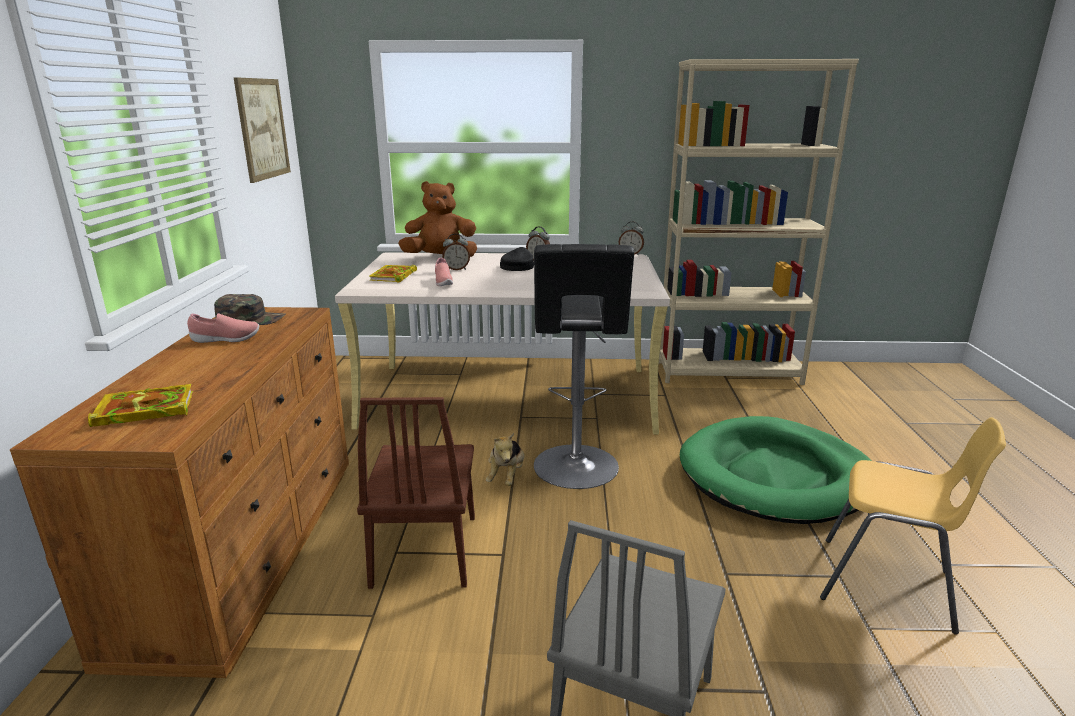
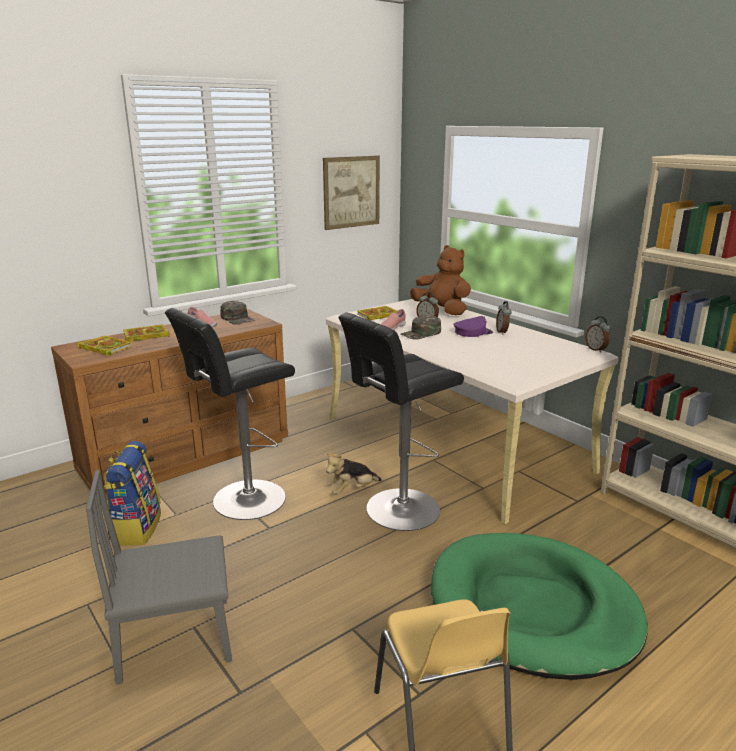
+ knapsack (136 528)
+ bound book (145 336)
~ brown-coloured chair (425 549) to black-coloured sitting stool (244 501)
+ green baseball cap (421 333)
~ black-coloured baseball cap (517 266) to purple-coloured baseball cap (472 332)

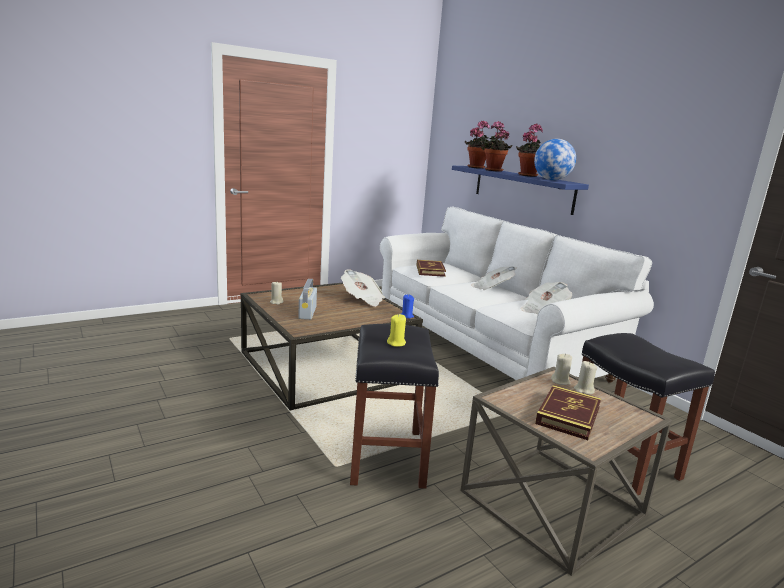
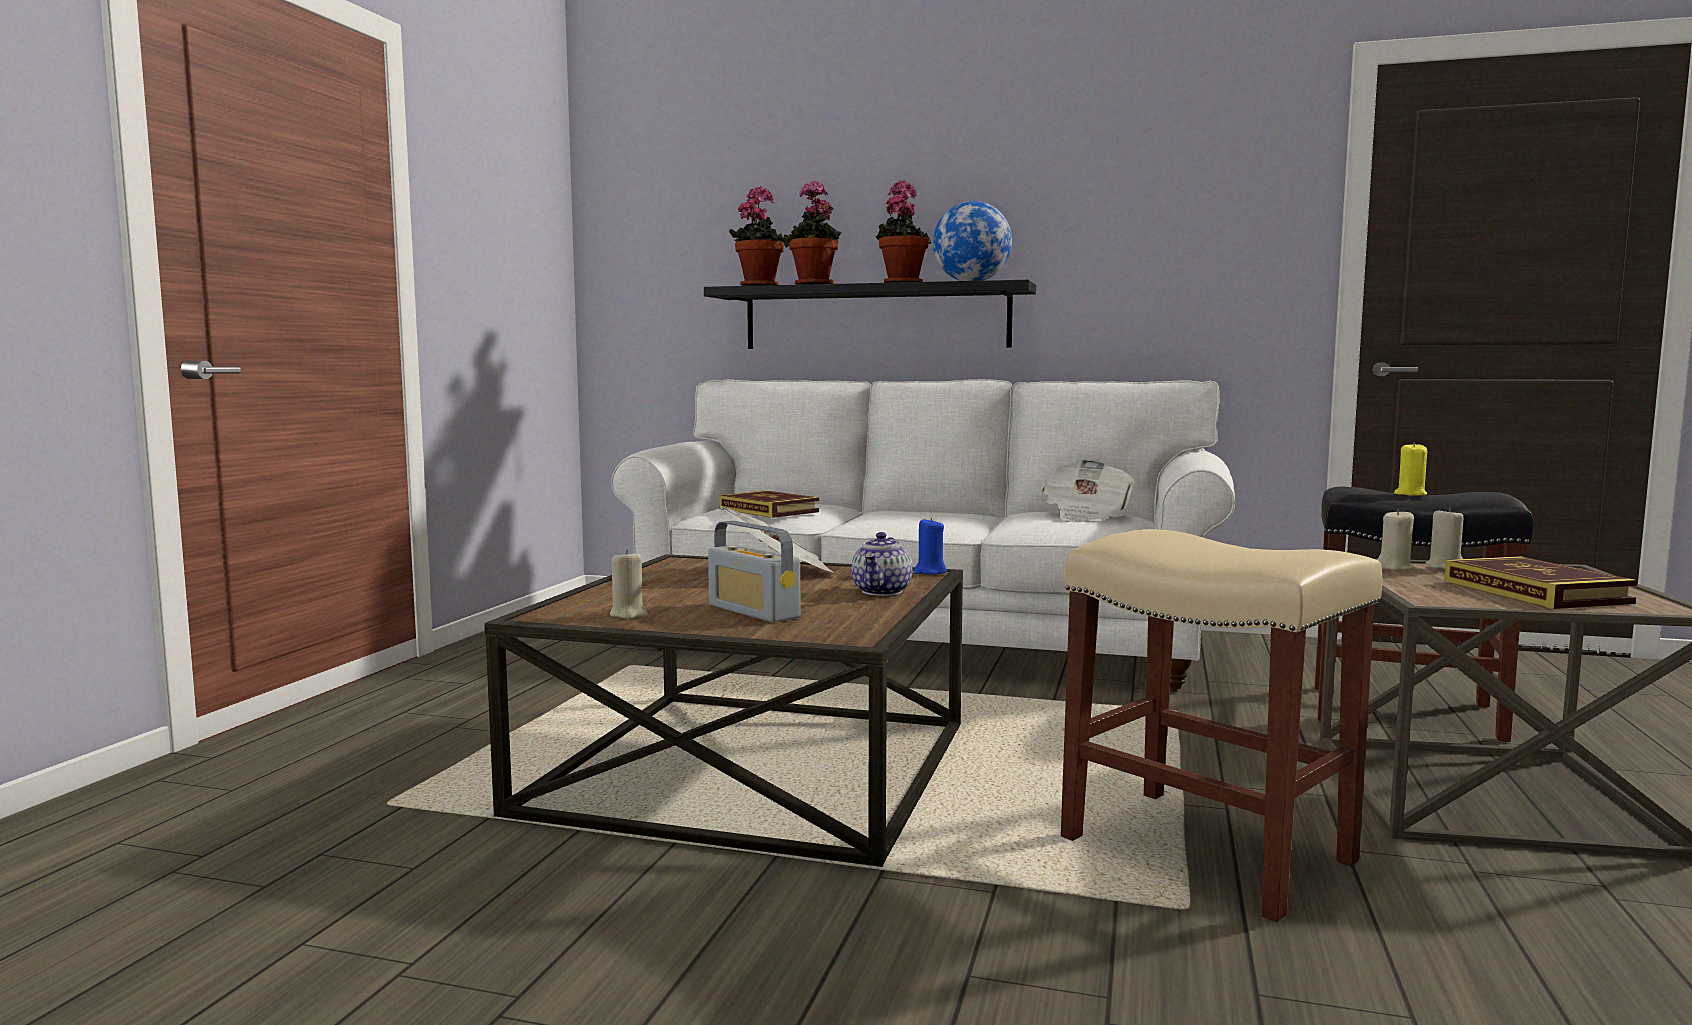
~ blue-coloured wall shelf (522 188) to black-coloured wall shelf (875 318)
+ tea pot (882 591)
~ black-coloured sitting stool (388 458) to sand-coloured sitting stool (1210 851)
~ yellow-coloured candle (396 343) to (1410 494)
- newspaper (492 288)

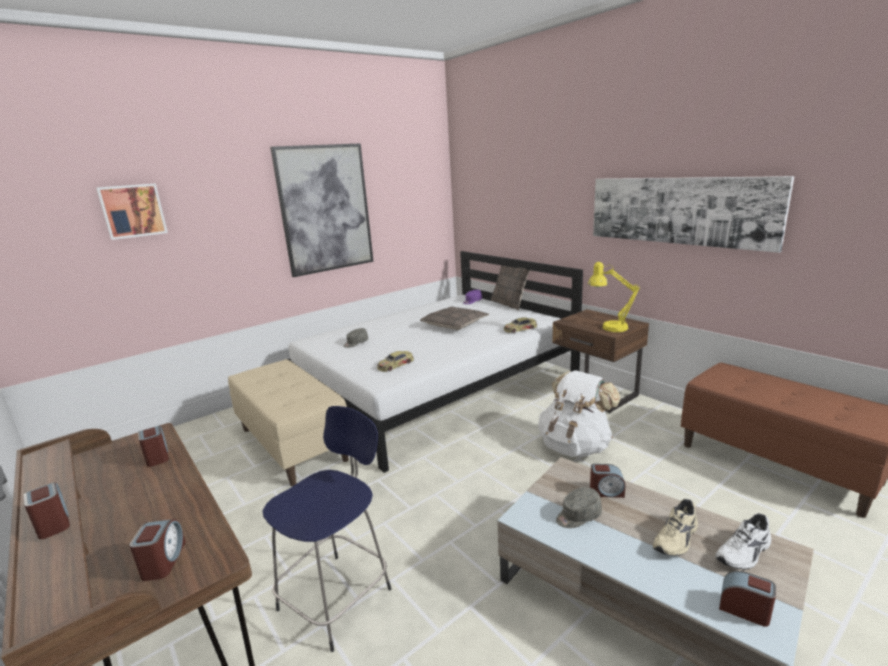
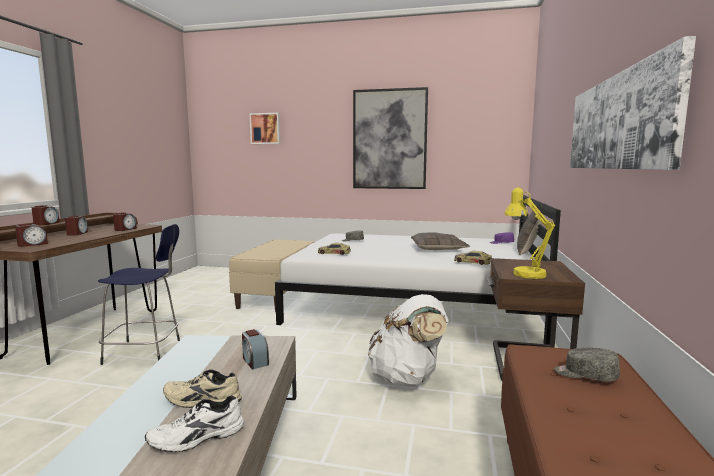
~ bedside clock (744 609) to (77 234)
~ white-coloured item of footwear (745 553) = (197 439) 45 degrees counterclockwise
~ grey baseball cap (578 516) to (585 375)

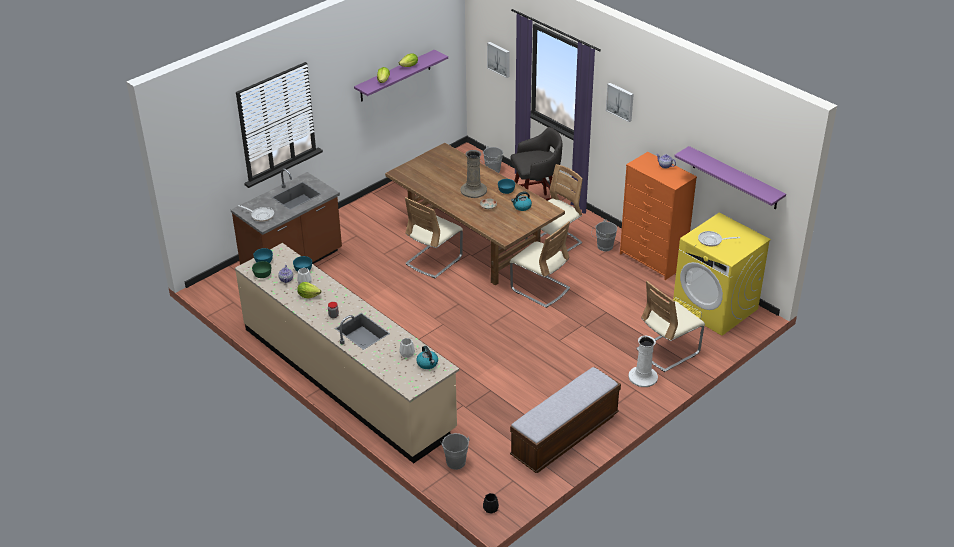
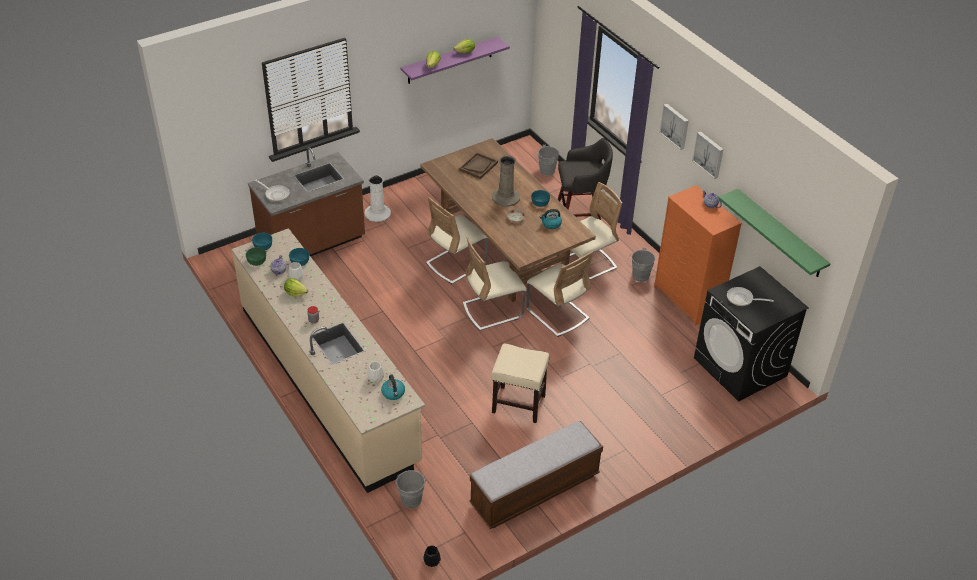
~ white-coloured decorative vase (642 377) to (377 213)
+ brown-coloured serving tray (478 166)
~ sand-coloured chair (668 351) to (492 310)
+ sand-coloured sitting stool (518 404)
~ picture (499 59) to (709 154)
~ yellow-coloured washing machine (715 308) to black-coloured washing machine (740 367)
~ purple-coloured wall shelf (735 178) to green wall shelf (780 234)

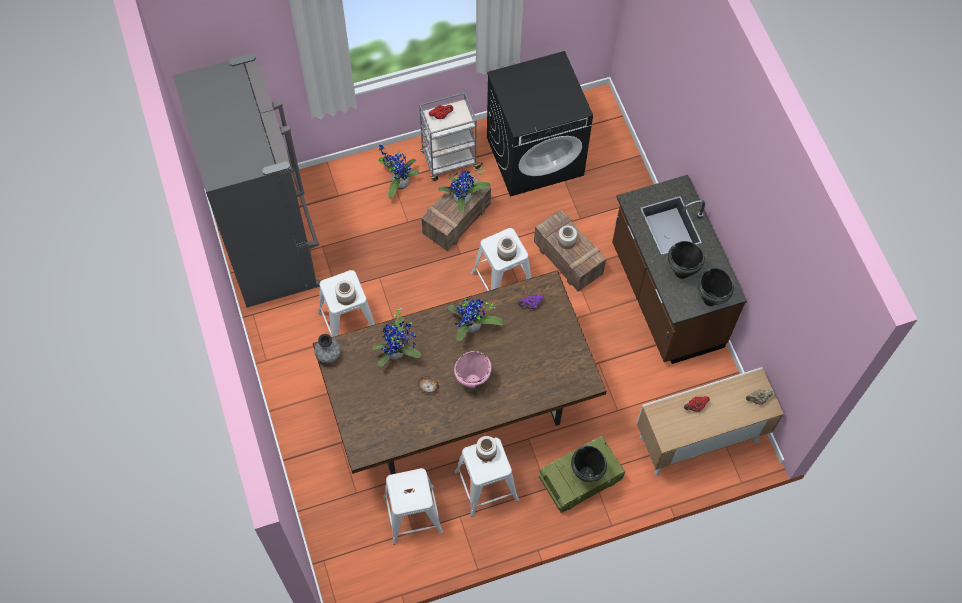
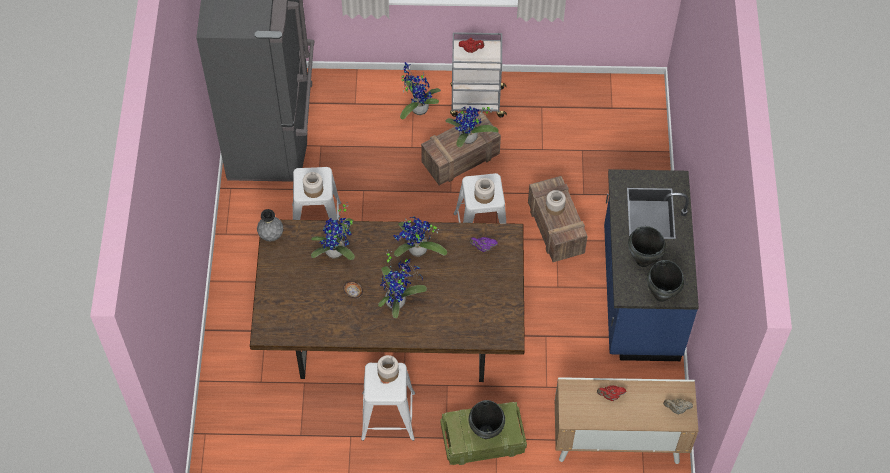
~ pink saucepot (473 381) to plant in a pot (398 301)
~ brown-coloured counter (665 297) to blue-coloured counter (638 294)
- white-coloured sitting stool (413 514)
- black-coloured washing machine (535 155)

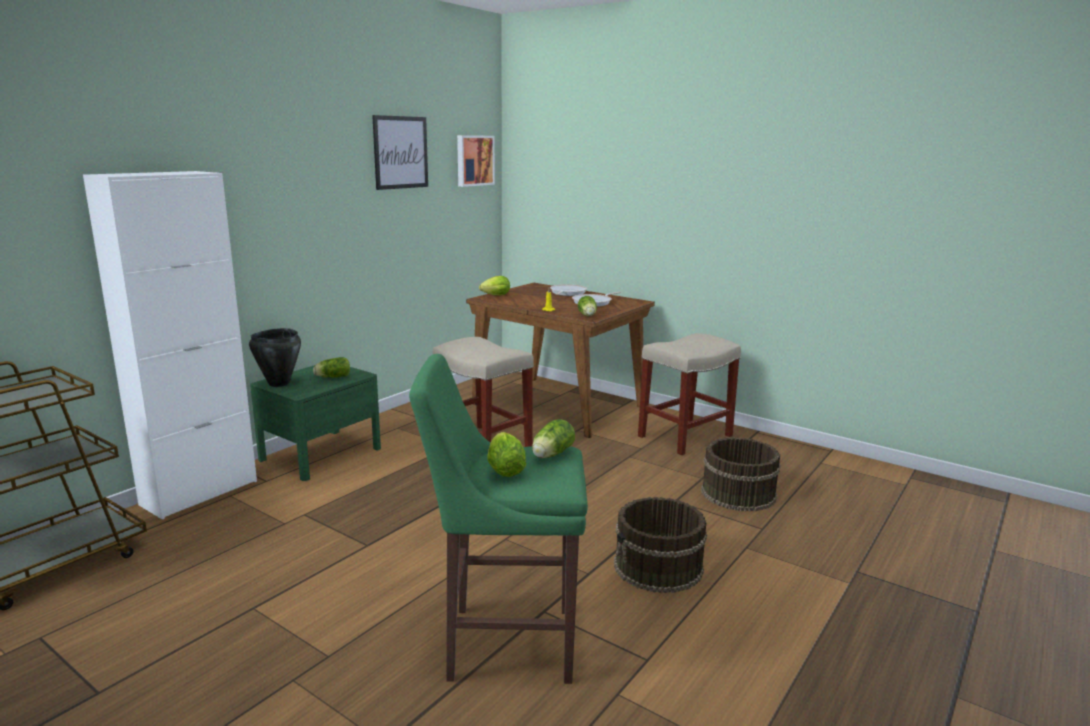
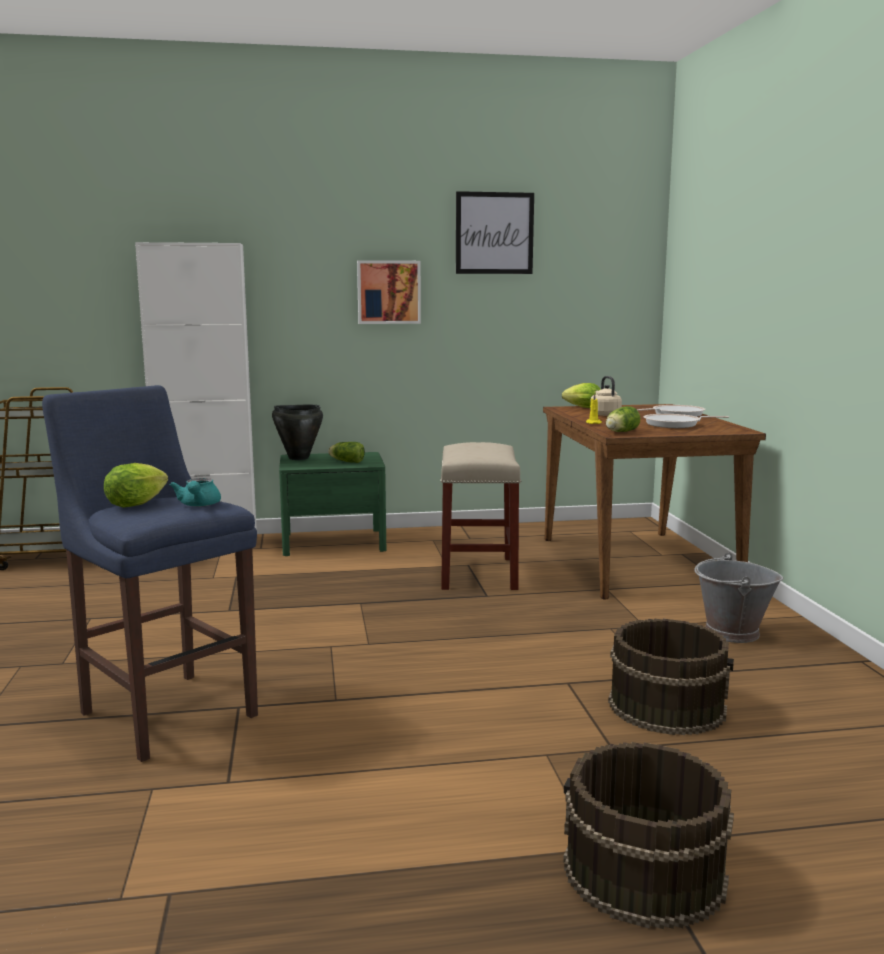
~ green sitting stool (503 642) to blue-coloured sitting stool (165 710)
~ lettuce head (551 455) to turquoise-coloured tea pot (198 505)
~ picture (474 160) to (388 292)
~ brown-coloured bucket (658 567) to (643 873)
+ sand-coloured water kettle (604 414)
~ sand-coloured sitting stool (684 436) to grey bucket (731 633)

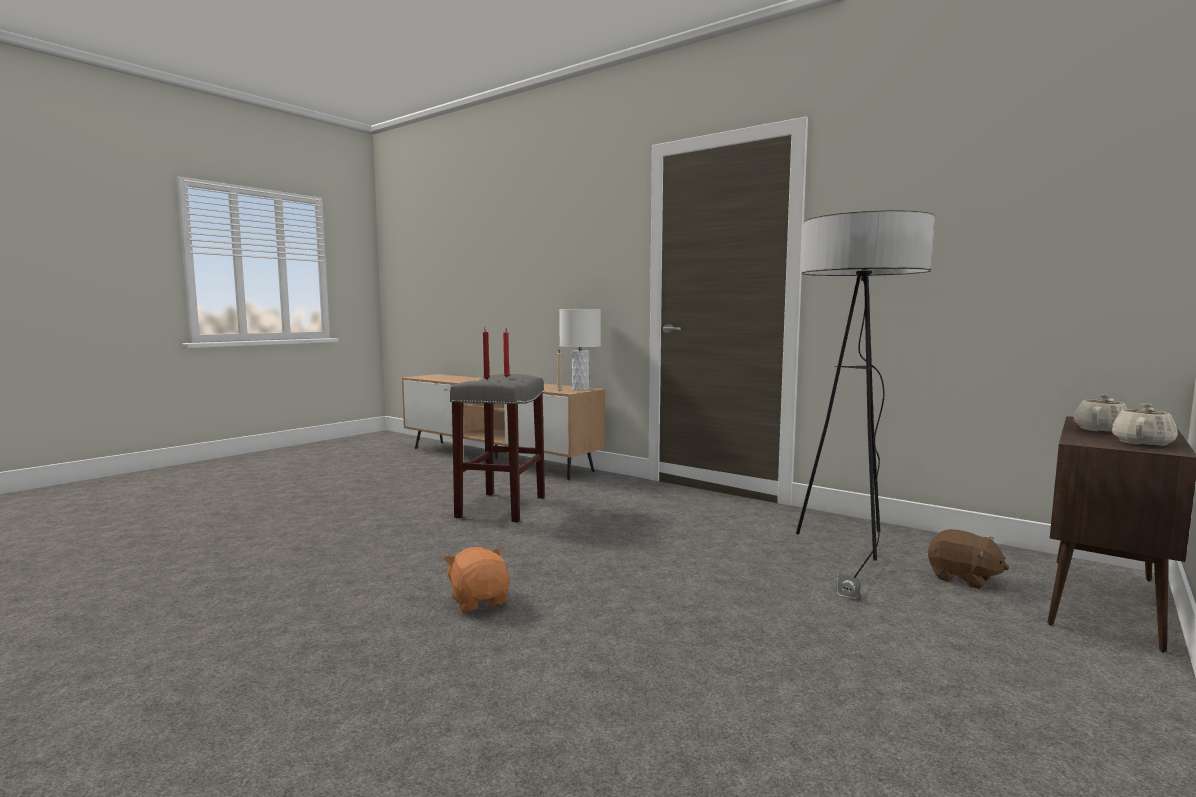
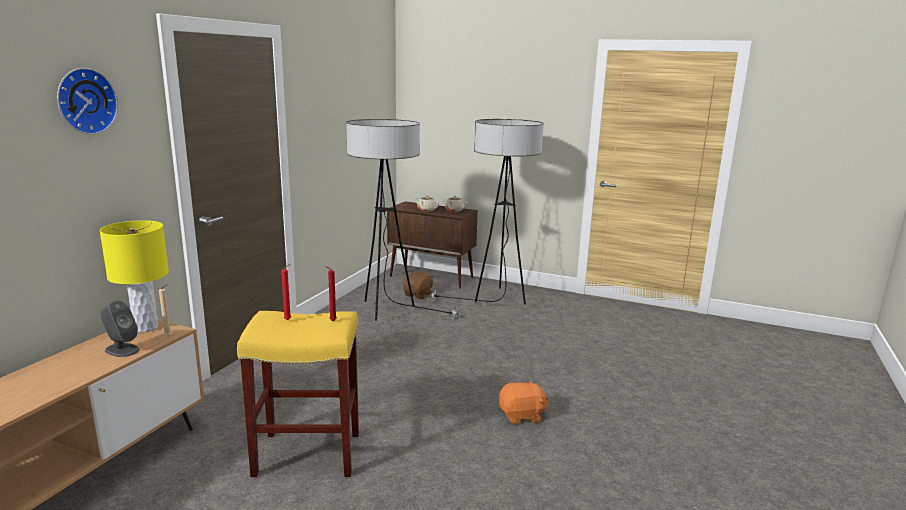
+ clock on the wall (84 101)
~ white-coloured lamp for a table (580 389) to yellow-coloured lamp for a table (145 328)
+ grey speaker (122 350)
~ grey sitting stool (502 507) to yellow-coloured sitting stool (309 453)
+ standing lamp (496 302)
~ orange plush toy (479 600) = (522 416) 150 degrees counterclockwise

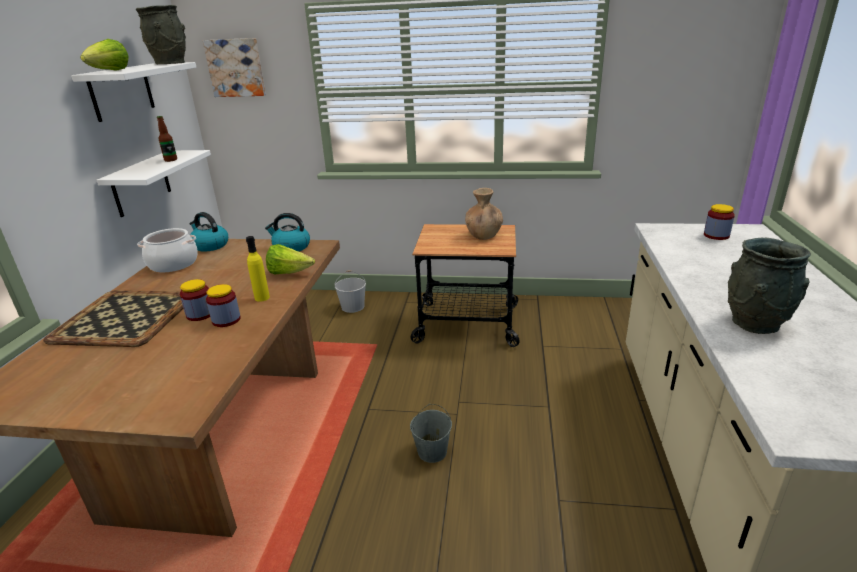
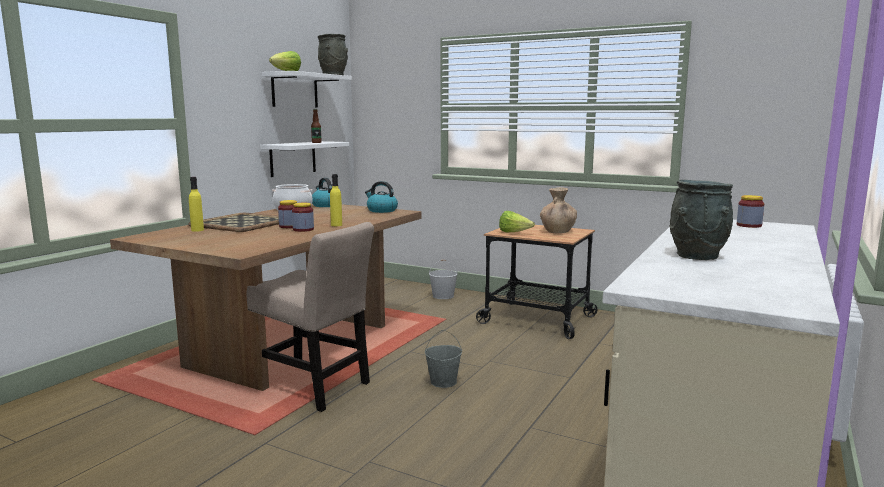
+ yellow-coloured beverage bottle (197 230)
+ sand-coloured chair (315 387)
~ lettuce head (289 273) to (514 233)
- picture (236 67)

